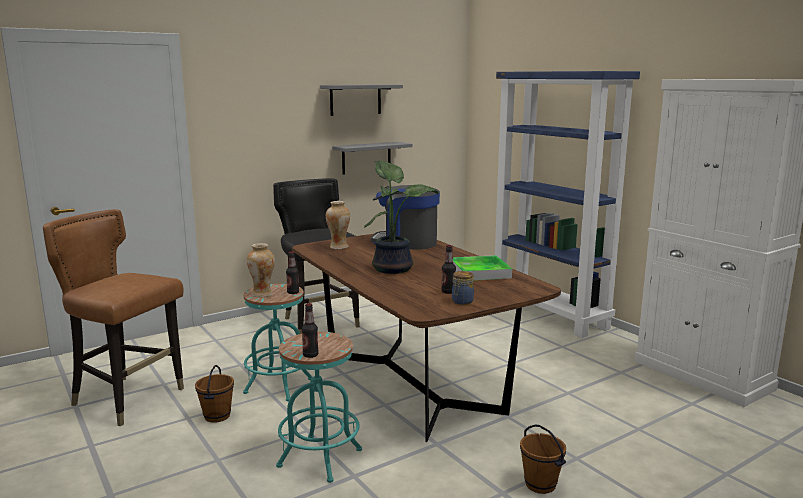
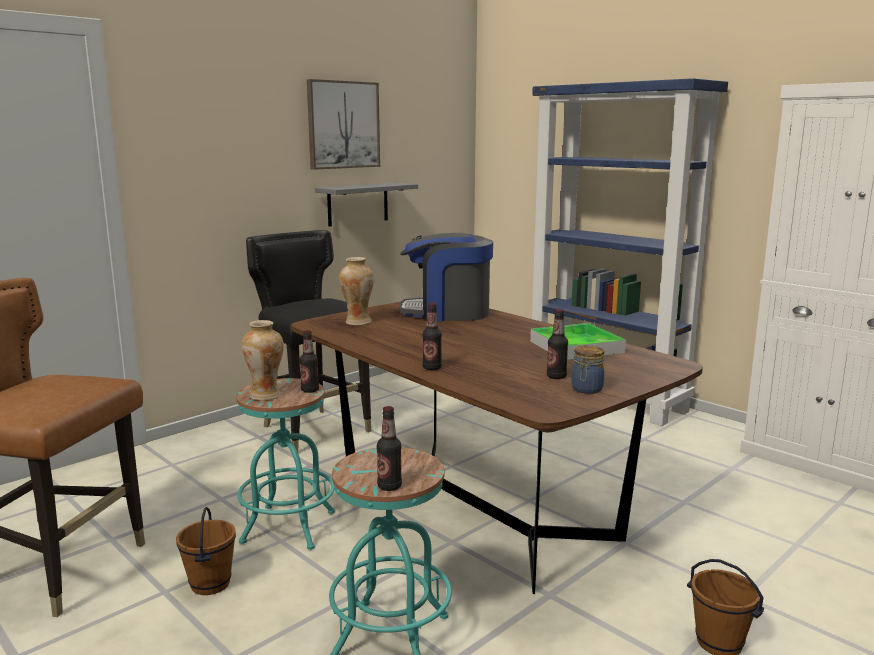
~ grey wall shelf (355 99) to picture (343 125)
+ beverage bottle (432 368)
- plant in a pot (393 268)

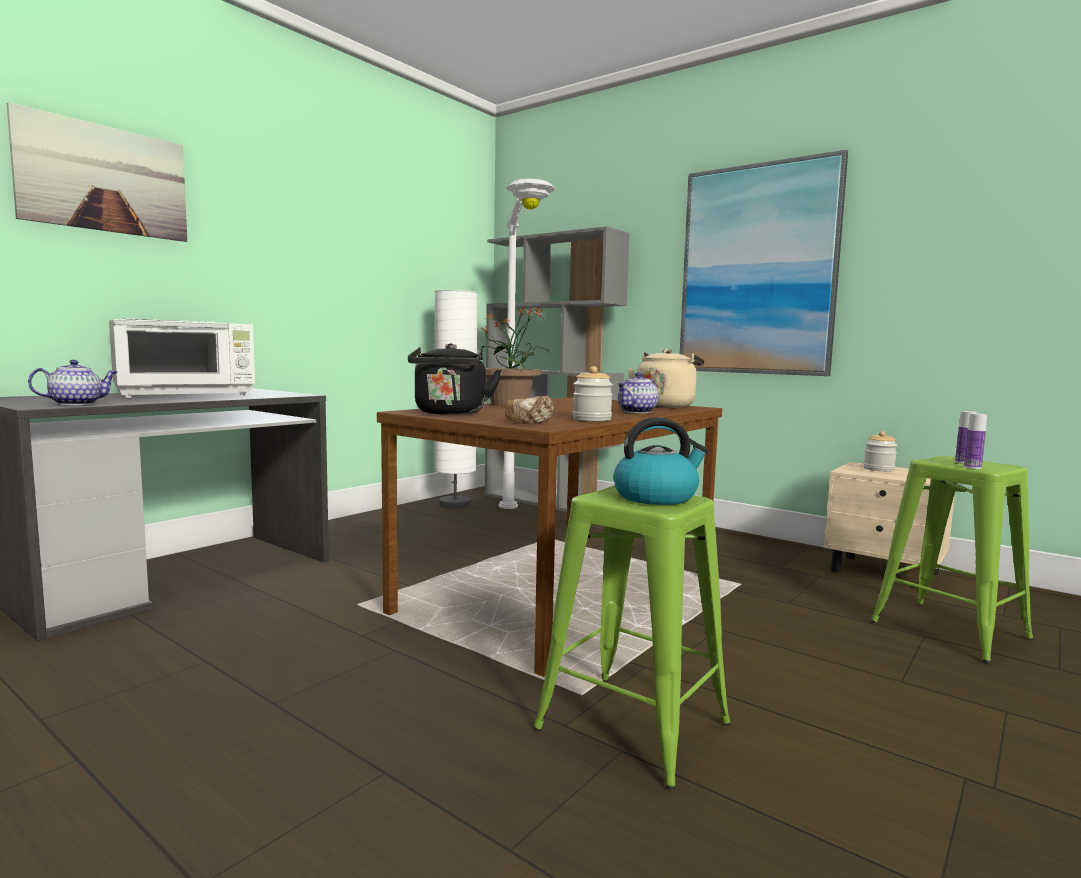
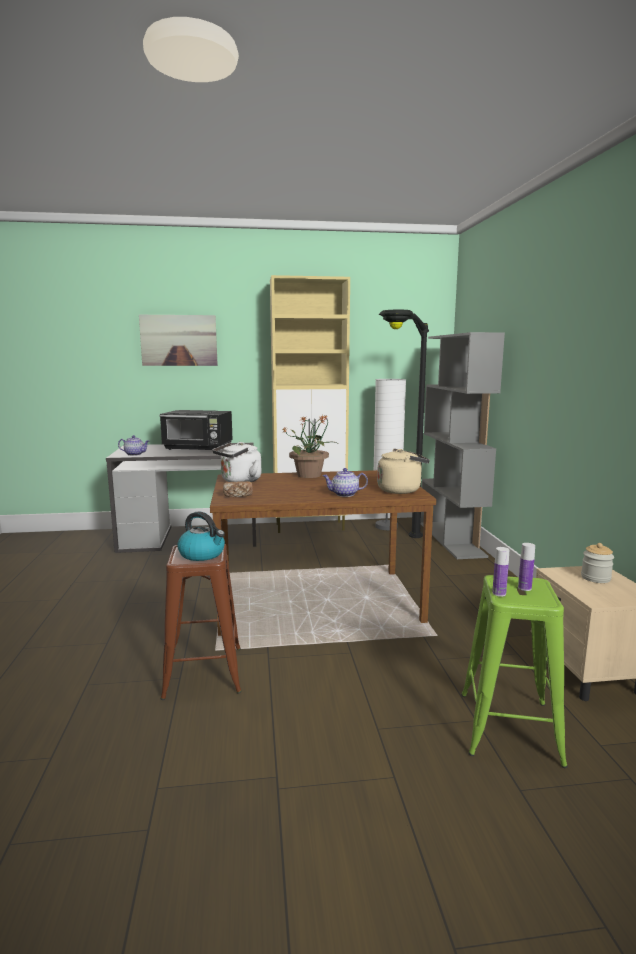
~ white-coloured microwave (186 394) to black-coloured microwave (198 448)
~ green sitting stool (631 725) to brown-coloured sitting stool (204 671)
~ black-coloured water kettle (450 413) to white-coloured water kettle (239 481)
+ sand-coloured cabinet (311 527)
~ white-coloured standing lamp (519 522) to black-coloured standing lamp (397 549)
- jar (592 419)
- picture (757 270)

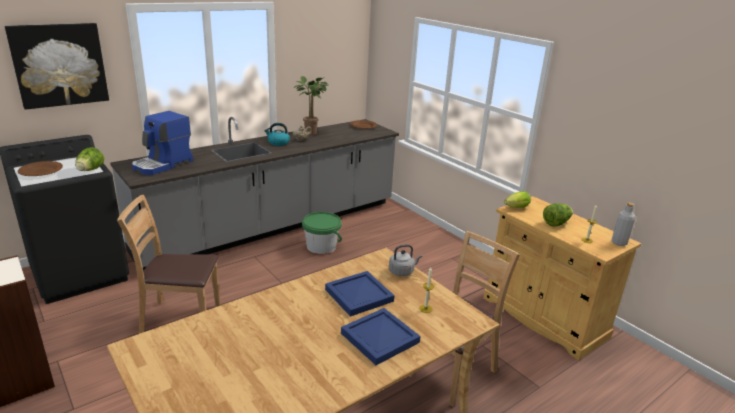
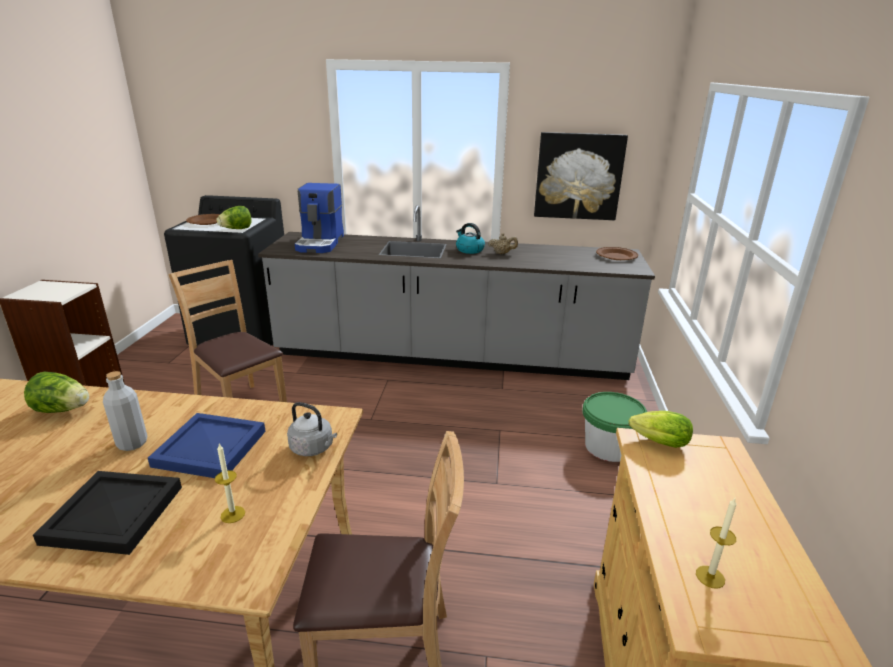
~ lettuce head (556 223) to (63 410)
~ blue-coloured serving tray (381 338) to black-coloured serving tray (114 515)
~ grey beverage bottle (619 243) to (132 443)
~ coffee maker (163 164) = (321 243) 75 degrees counterclockwise
~ picture (59 65) to (578 176)
~ green bucket (321 246) to (608 447)
- plant in a pot (313 133)

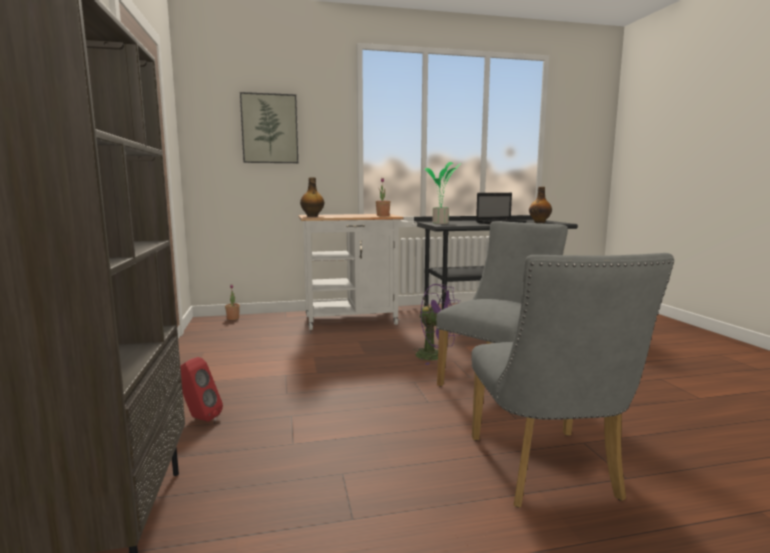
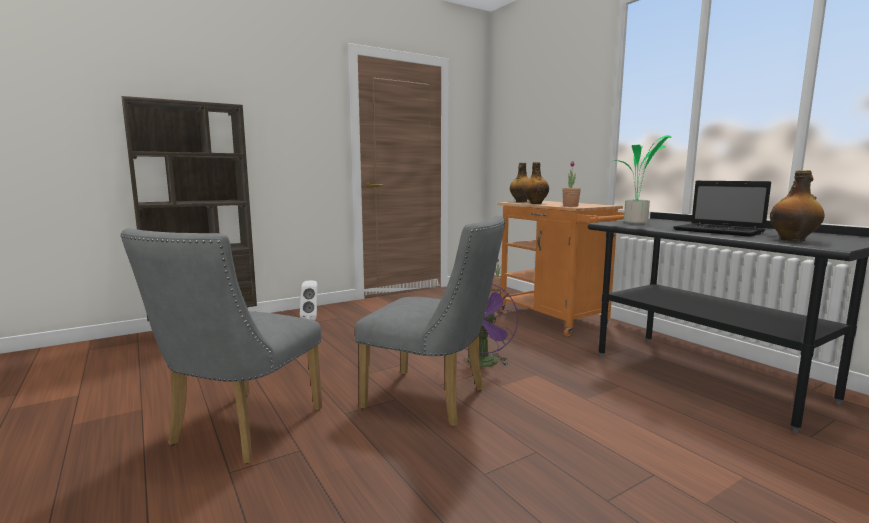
~ grey chair (547 474) = (240 431) 45 degrees counterclockwise
~ reddish speaker (198 418) to white-coloured speaker (311 319)
~ white-coloured trolley (357 319) to orange trolley (557 320)
+ beverage bottle (535 203)
- picture (269 129)

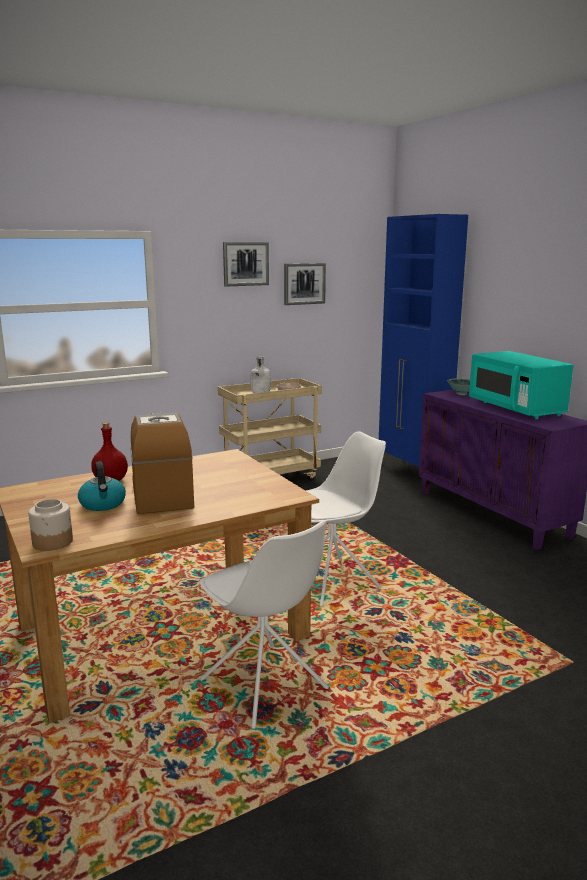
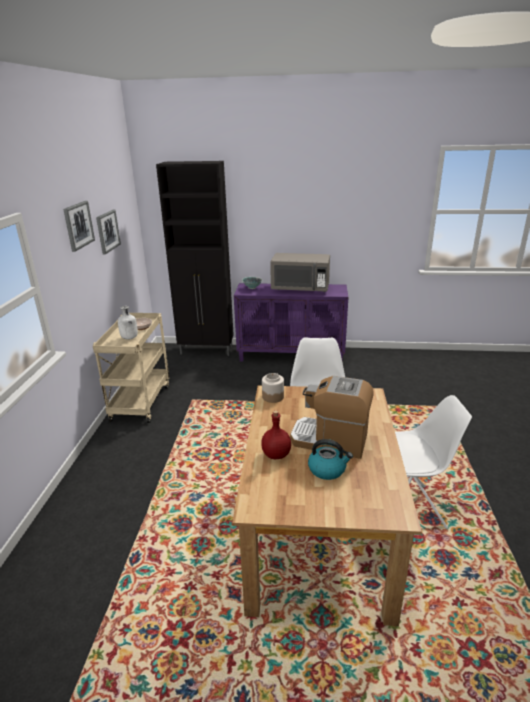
~ blue-coloured cabinet (412 472) to black-coloured cabinet (207 350)
~ jar (53 542) to (273 396)
~ turquoise-coloured microwave (515 409) to grey microwave (300 288)

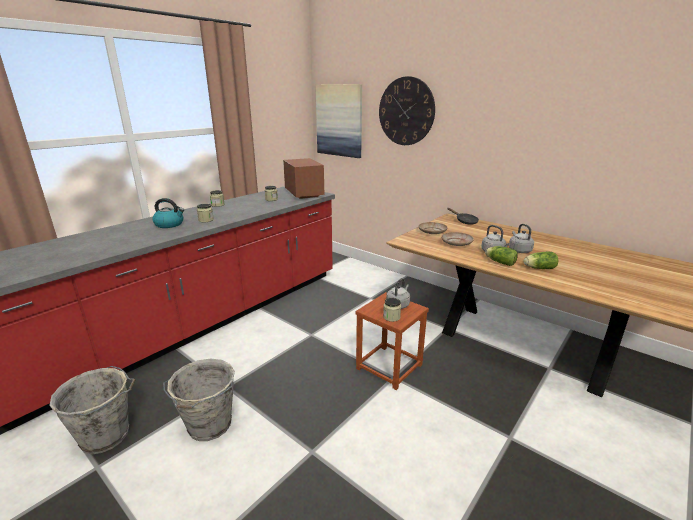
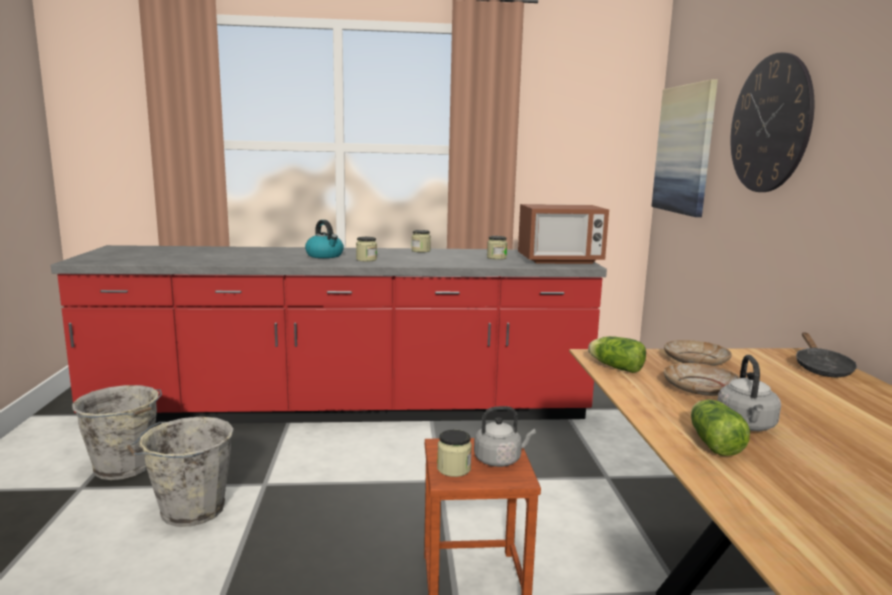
~ microwave (304 194) = (560 260) 60 degrees clockwise
~ lettuce head (538 268) to (614 367)
- grey water kettle (519 250)

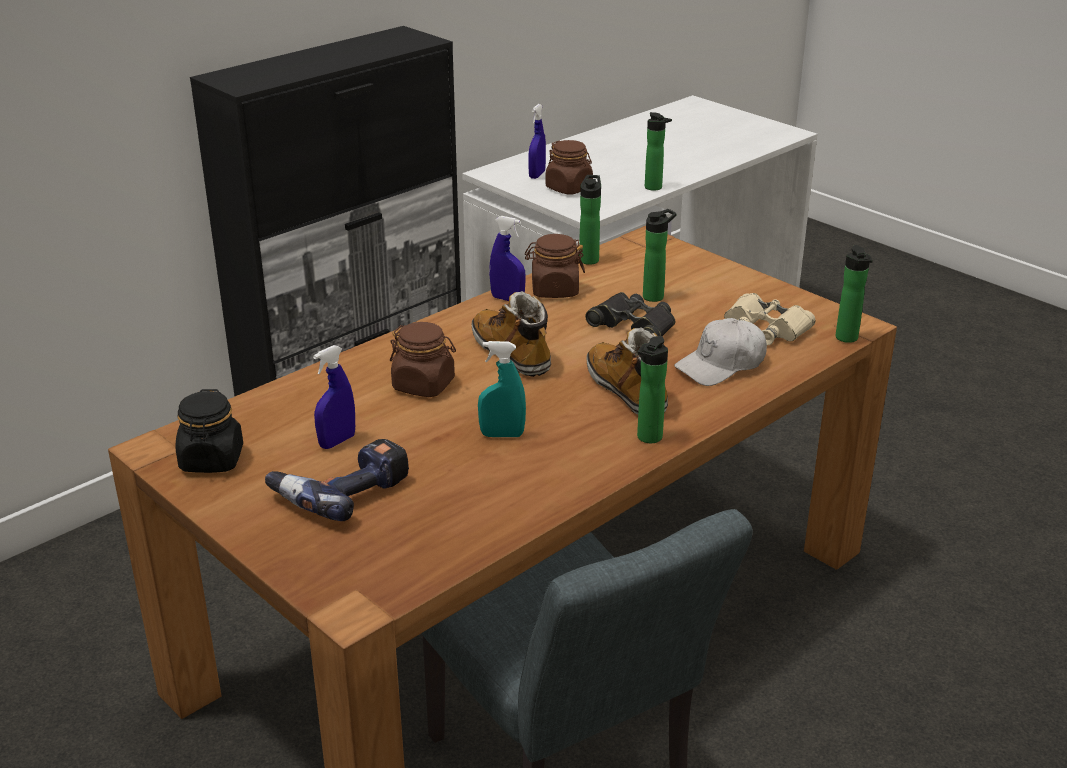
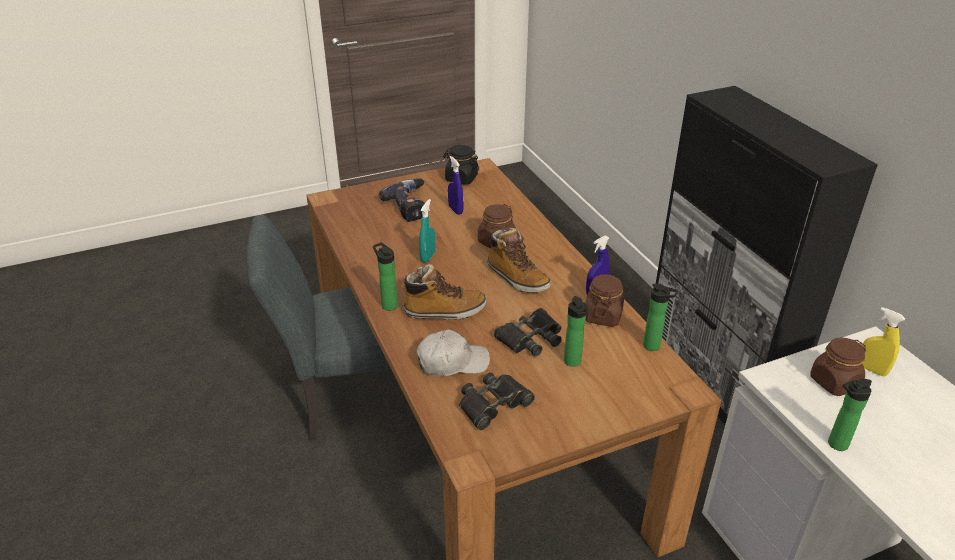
~ white-coloured baseball cap (721 365) = (452 362) 90 degrees clockwise
~ sand-coloured pair of binoculars (765 328) to black-coloured pair of binoculars (493 404)
~ high-top boot (512 354) = (517 278) 60 degrees clockwise
~ blue-coloured hand sprayer (537 175) to yellow-coloured hand sprayer (871 370)
- beverage bottle (847 339)

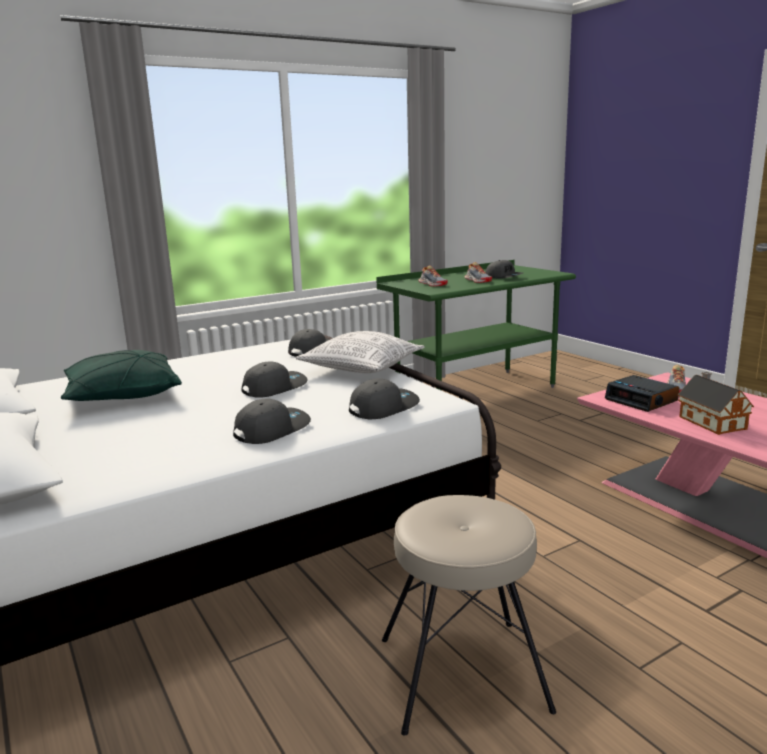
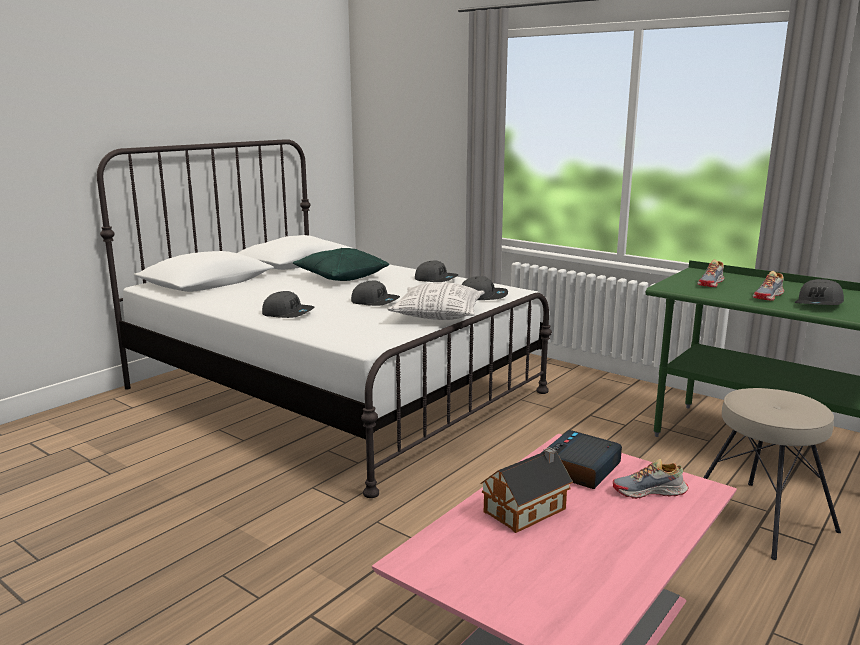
~ grey baseball cap (383 407) to (436 279)
~ sand-coloured sitting stool (463 674) to (760 519)

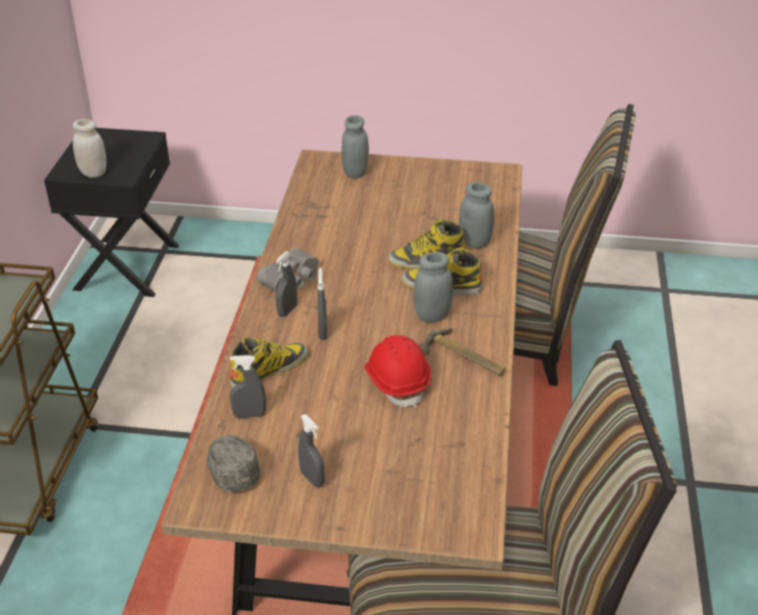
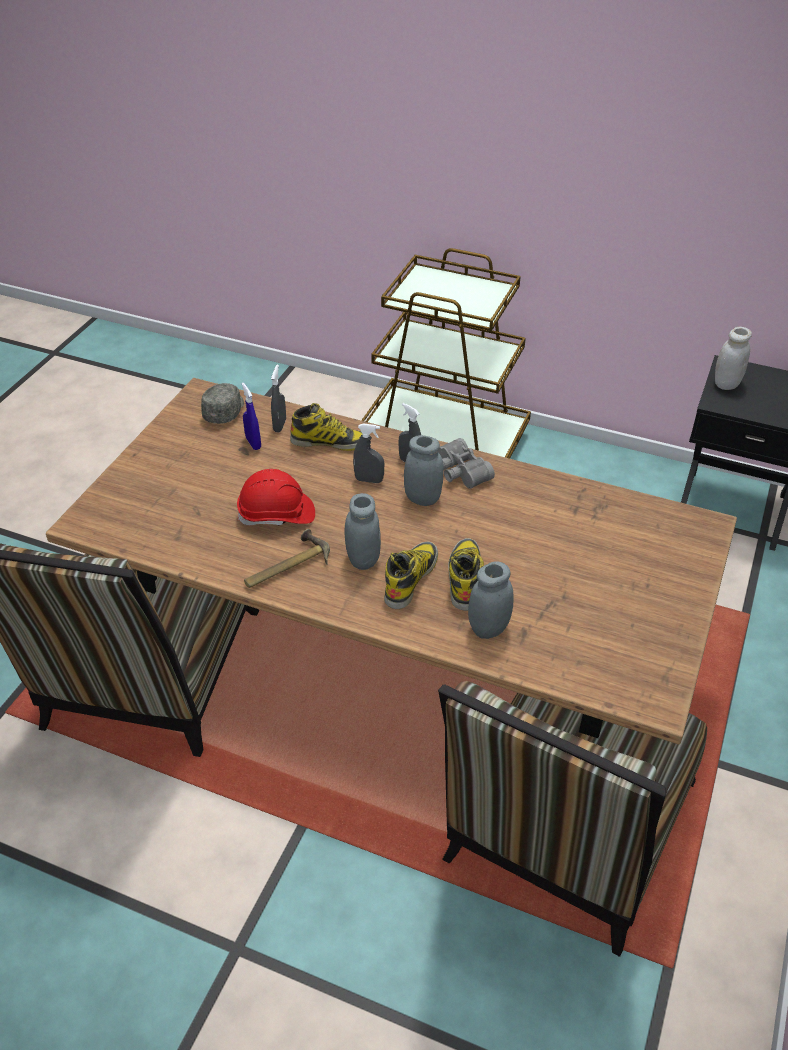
~ grey baseball cap (231 470) = (225 410) 60 degrees counterclockwise
+ blue-coloured hand sprayer (253 443)
~ high-top boot (269 370) = (330 442) 60 degrees counterclockwise
~ grey jar (355 172) to (422 498)
- grey hand sprayer (312 478)

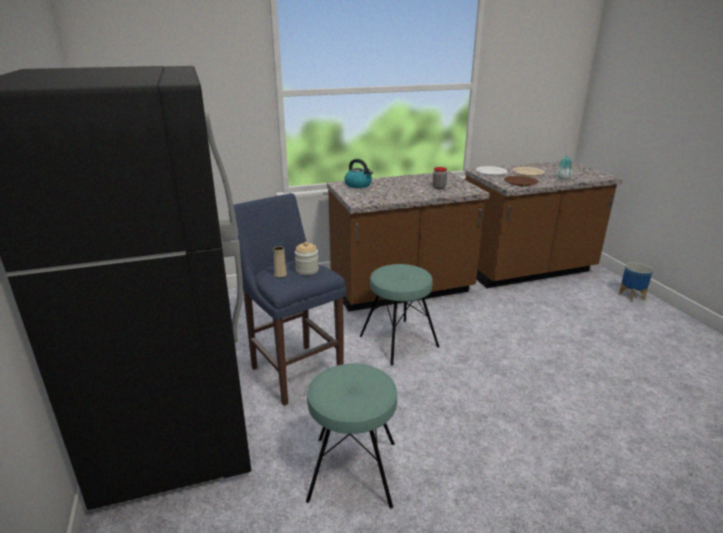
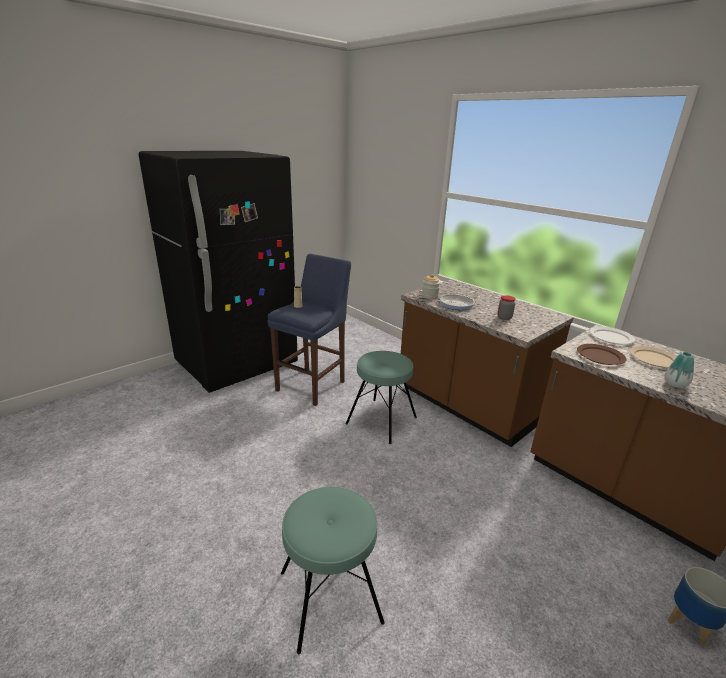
~ turquoise-coloured sitting stool (352 471) to (329 596)
~ jar (307 270) to (430 296)
+ pan (458 304)
- water kettle (358 185)

